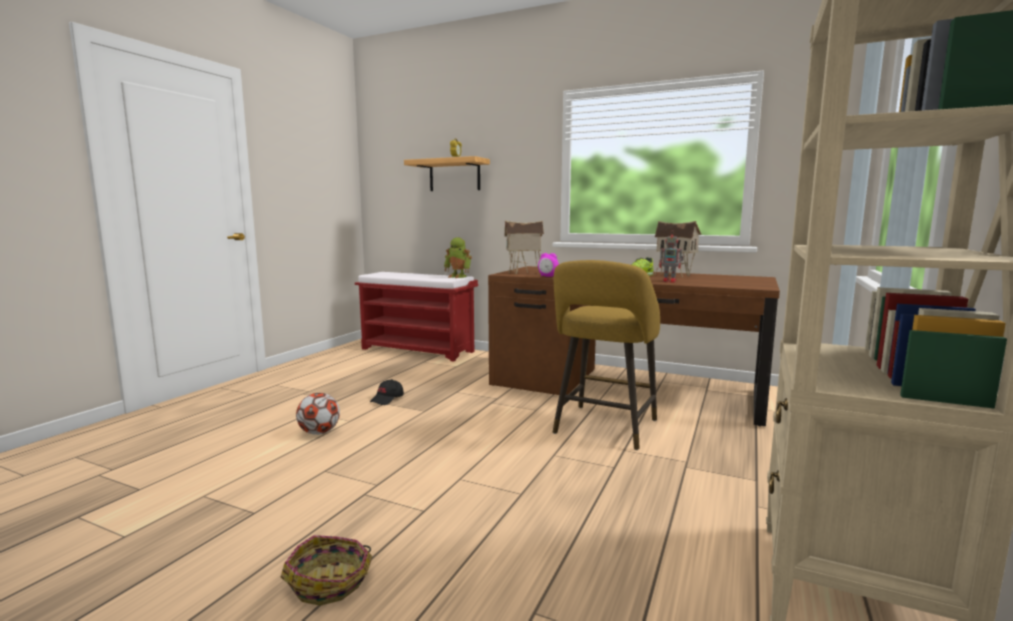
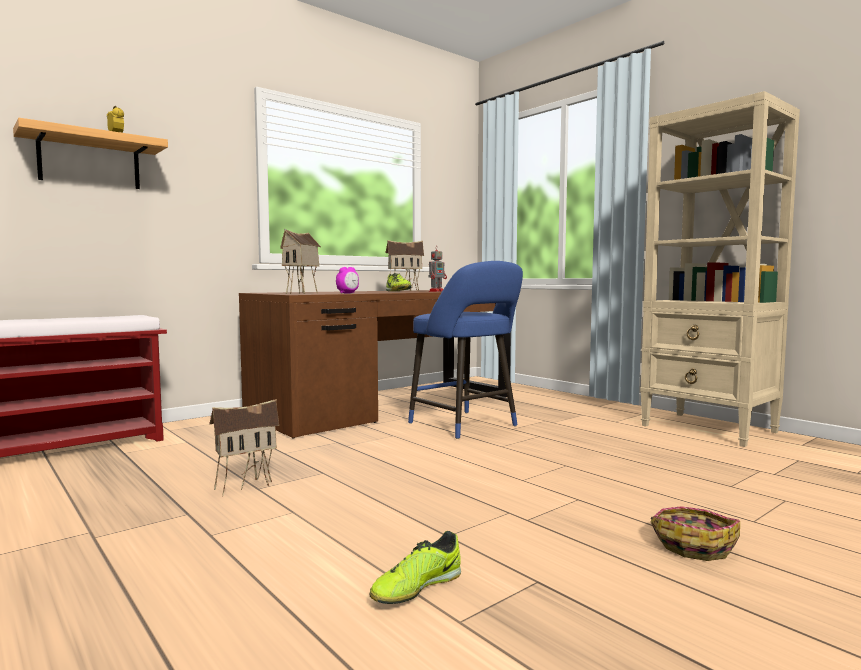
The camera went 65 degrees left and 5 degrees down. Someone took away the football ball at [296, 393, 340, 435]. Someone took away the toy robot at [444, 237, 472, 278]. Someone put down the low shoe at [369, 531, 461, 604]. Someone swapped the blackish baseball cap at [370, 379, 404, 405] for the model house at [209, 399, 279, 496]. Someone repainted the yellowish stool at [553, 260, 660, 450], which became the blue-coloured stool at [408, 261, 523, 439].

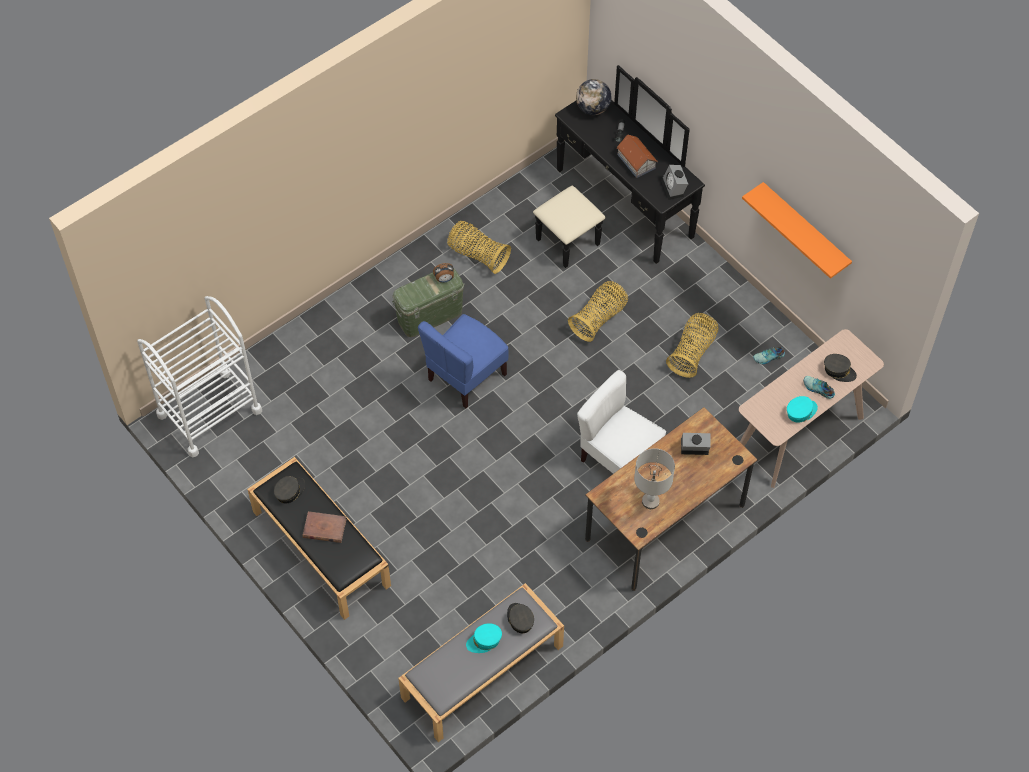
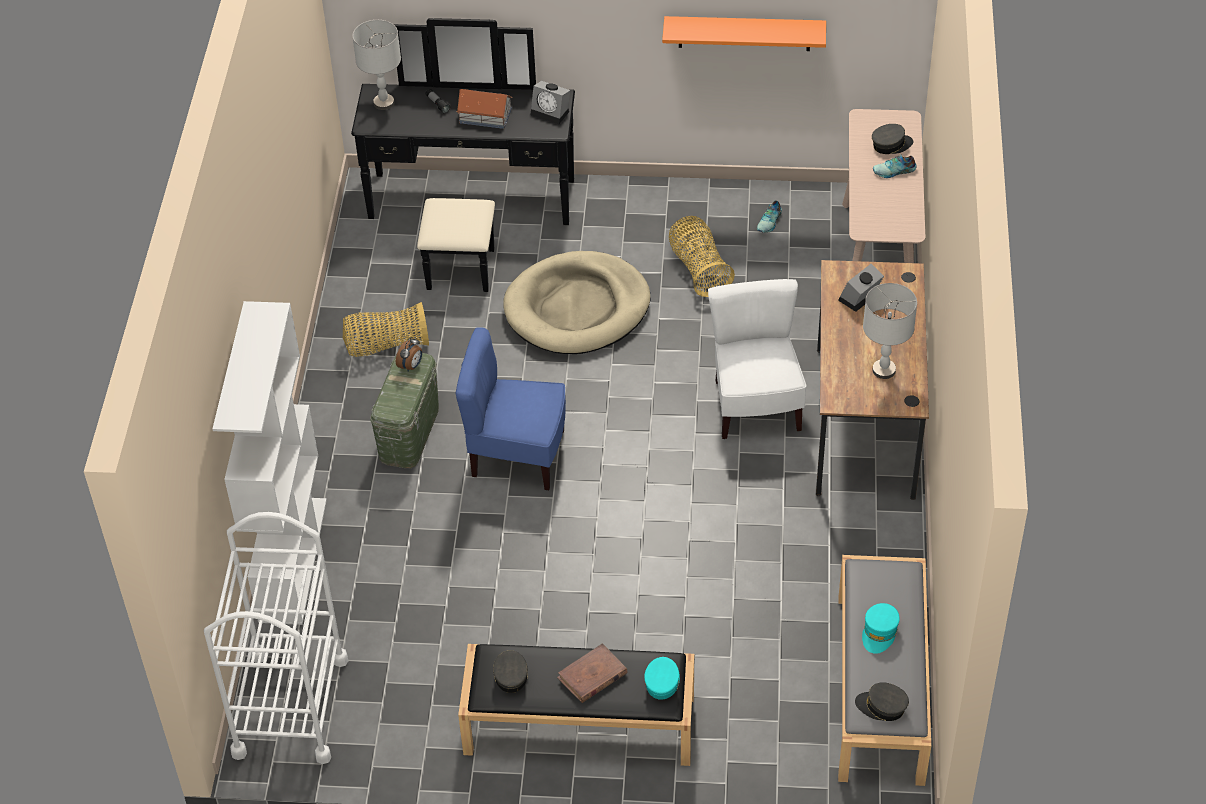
The camera went 45 degrees left and 10 degrees down. Someone put down the whitish bookshelf at [212, 301, 327, 625]. Someone carried the greyish baseball cap from [507, 603, 534, 633] to [855, 682, 909, 721]. Someone carried the turquoise-coloured baseball cap from [787, 396, 818, 422] to [644, 657, 680, 700]. Someone swapped the household basket at [568, 281, 628, 342] for the beige dog bed at [503, 251, 650, 354]. Someone swapped the desk globe at [576, 79, 611, 115] for the greyish tabletop lamp at [352, 20, 401, 110]. Someone rotated the blue-coloured upright chair at [418, 314, 509, 409] by 105 degrees clockwise. Someone rotated the whitish upright chair at [577, 370, 666, 474] by 90 degrees clockwise.

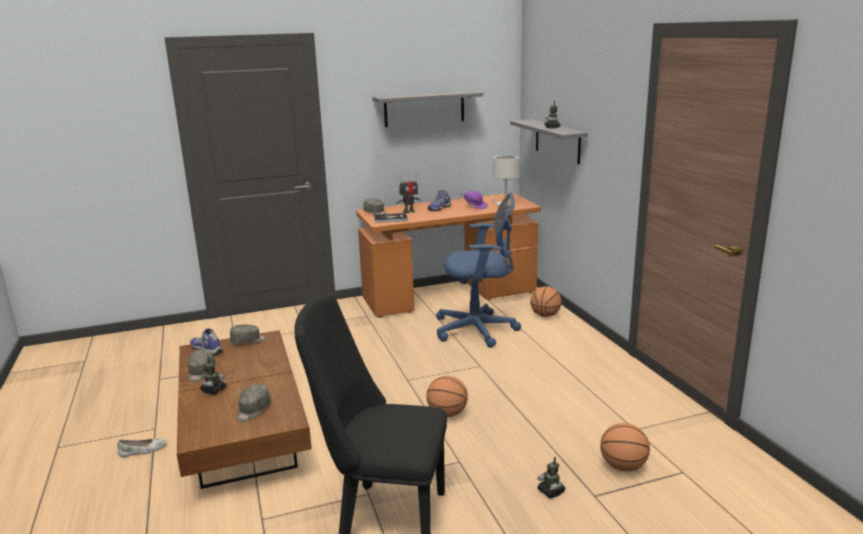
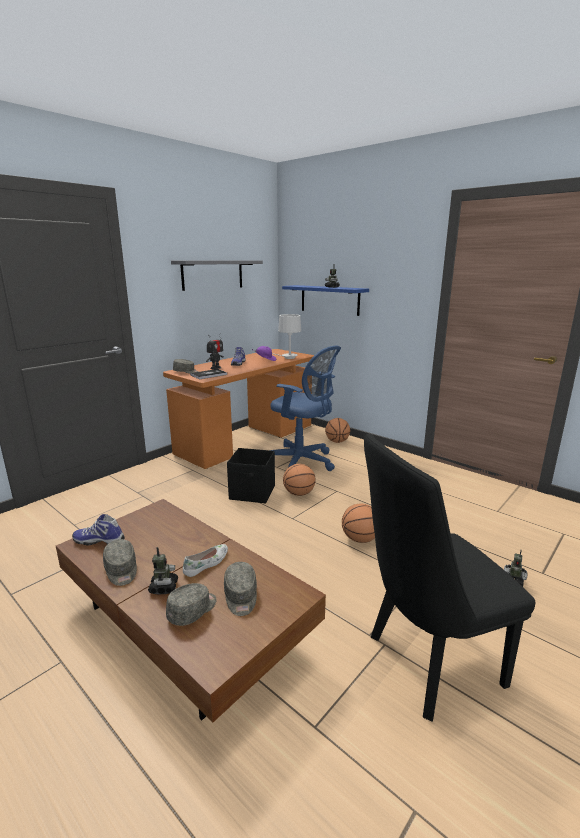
The camera went 30 degrees left and 0 degrees up. Someone put down the blackish storage bin at [227, 448, 275, 503]. Someone carried the whitish low shoe from [117, 438, 166, 457] to [183, 544, 228, 577]. Someone carried the greyish baseball cap from [230, 325, 267, 344] to [166, 583, 217, 626]. Someone carried the ball for basketball from [600, 423, 650, 472] to [283, 464, 316, 496]. Someone repainted the greyish shelf at [510, 119, 588, 165], which became the blue-coloured shelf at [282, 285, 369, 316]. Someone rotated the blue-coloured desk chair at [436, 193, 521, 348] by 60 degrees clockwise.

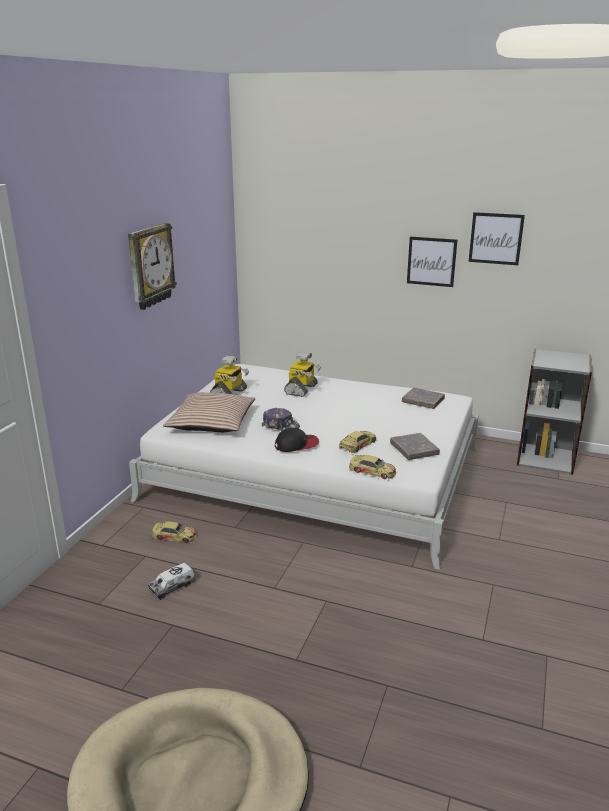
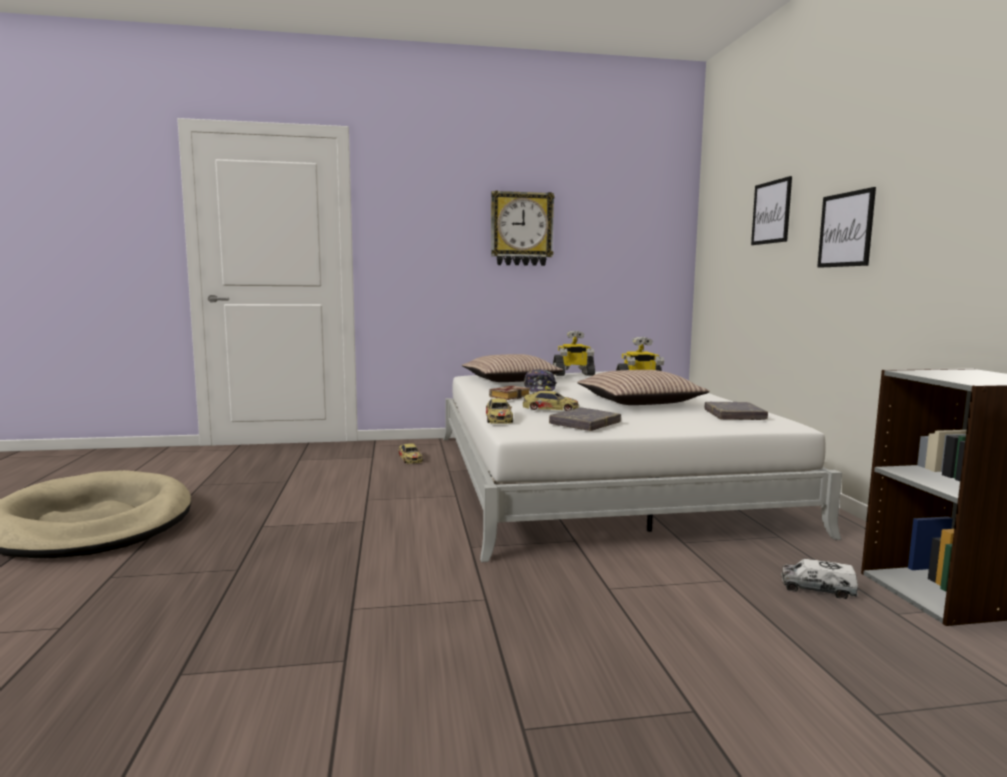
The camera went 60 degrees right and 15 degrees down. Someone put down the cushion at [577, 370, 710, 405]. Someone carried the toy truck from [148, 563, 195, 600] to [781, 559, 858, 599]. Someone carried the picture from [469, 212, 525, 265] to [751, 176, 792, 245]. Someone swapped the baseball cap at [275, 428, 319, 452] for the volume at [489, 386, 530, 400].

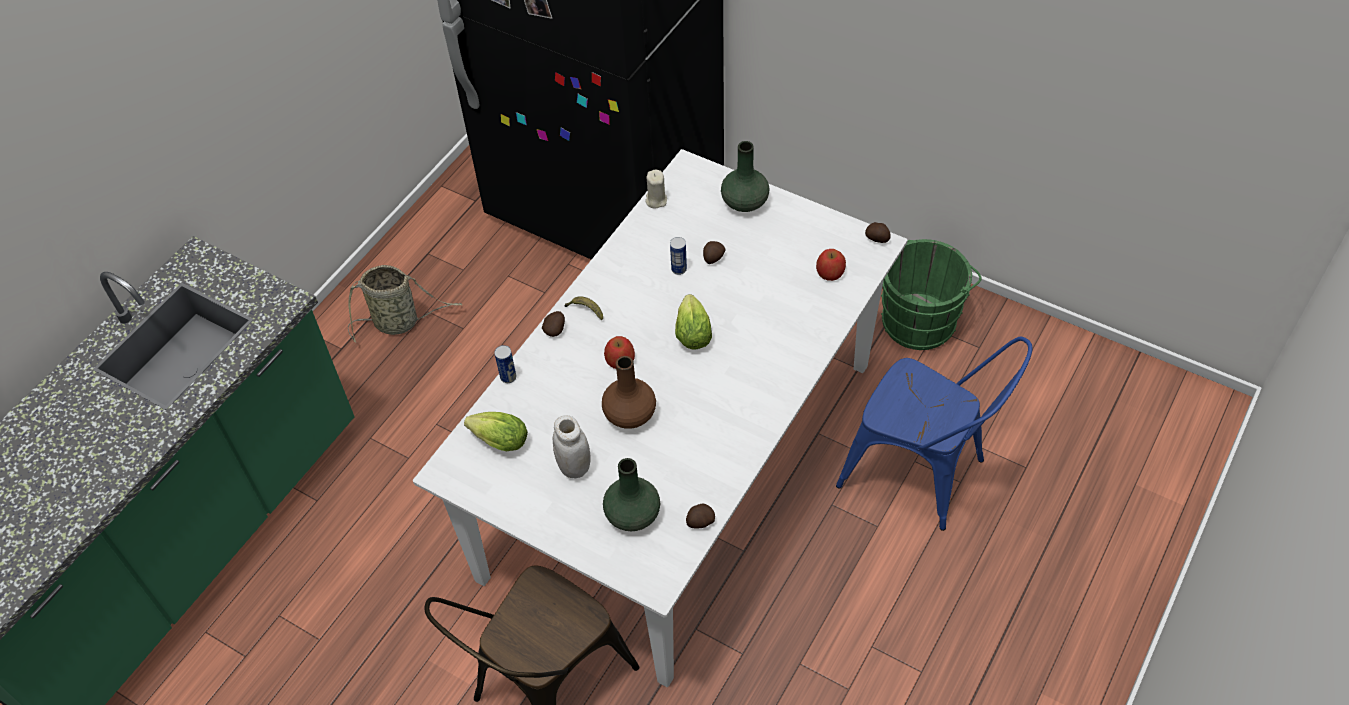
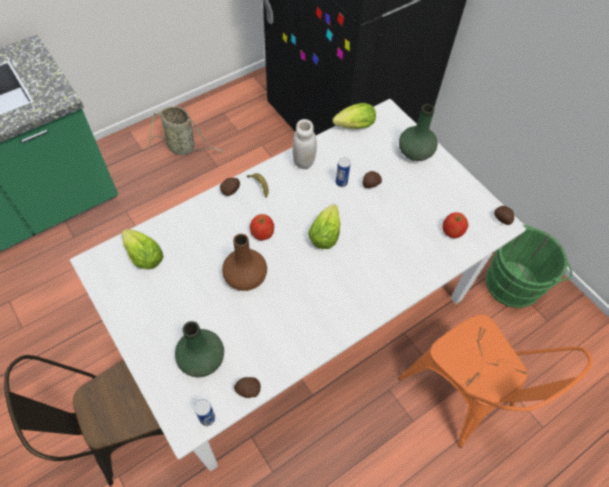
The camera went 20 degrees right and 5 degrees up. Someone carried the sealed can from [494, 345, 516, 383] to [194, 399, 215, 426]. Someone carried the whitish storage jar from [552, 415, 591, 478] to [292, 119, 317, 169]. Someone swapped the beige candle at [645, 170, 667, 209] for the lettuce at [333, 103, 376, 129]. Someone repainted the blue-coloured upright chair at [836, 337, 1033, 531], which became the orangey upright chair at [398, 314, 593, 448].

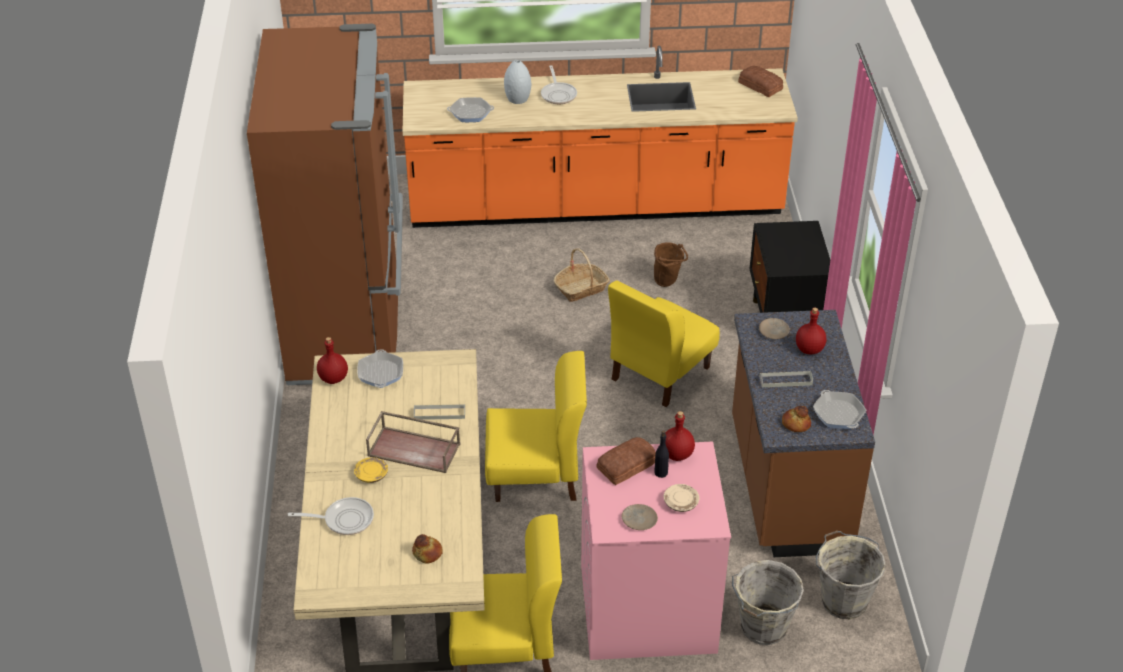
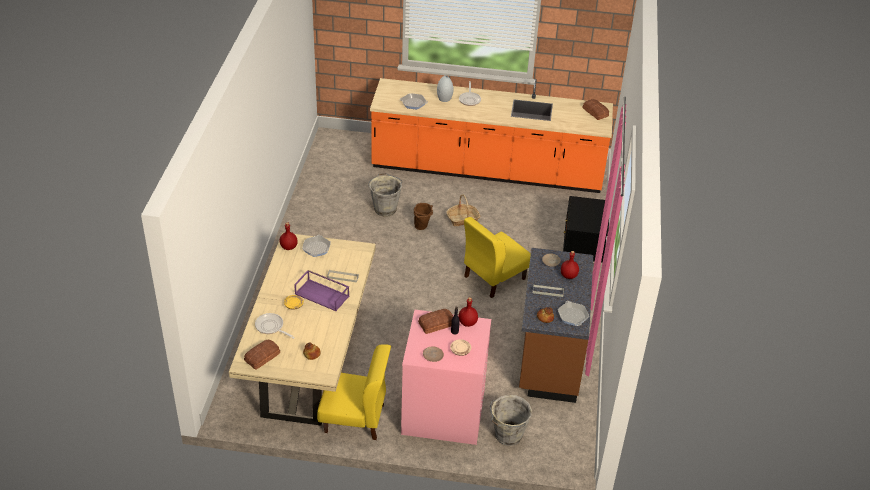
The camera went 10 degrees right and 0 degrees up. Someone took away the brown refrigerator at [247, 24, 403, 385]. Someone took away the yellowish upright chair at [485, 351, 587, 502]. Someone put down the baked bread at [244, 340, 280, 370]. Someone carried the brown water bucket from [654, 242, 688, 287] to [414, 203, 433, 230]. Someone carried the greyish water bucket from [816, 530, 886, 619] to [368, 173, 402, 217]. Someone repainted the brown tray at [366, 411, 460, 473], which became the purple-coloured tray at [294, 270, 349, 311]. Someone rotated the skillet at [288, 497, 374, 535] by 150 degrees counterclockwise.

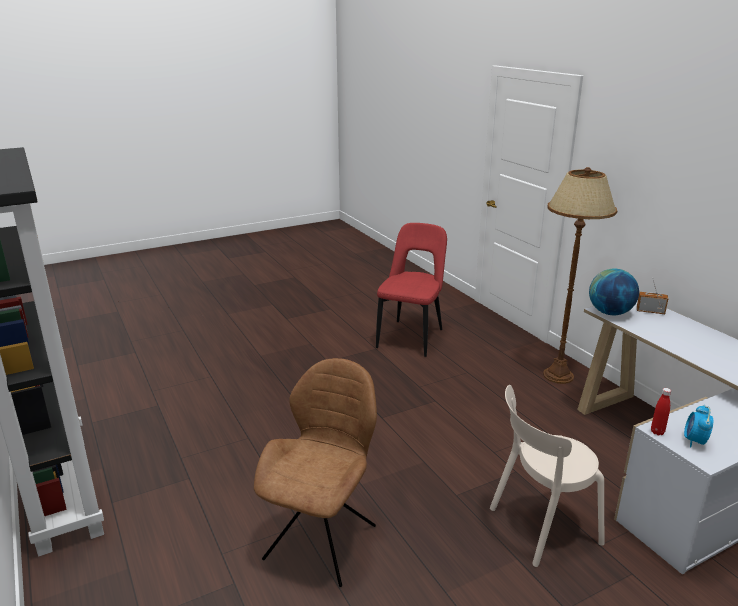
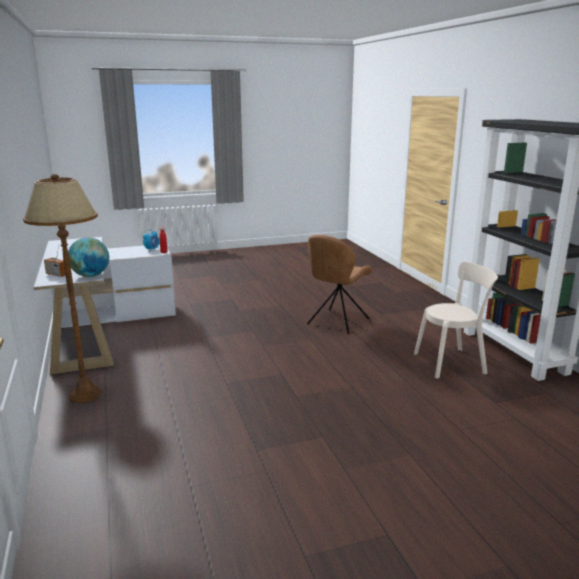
The camera went 170 degrees left and 5 degrees down. Someone took away the red upright chair at [376, 223, 447, 357]. Someone carried the beige upright chair from [490, 385, 604, 567] to [414, 262, 498, 379].

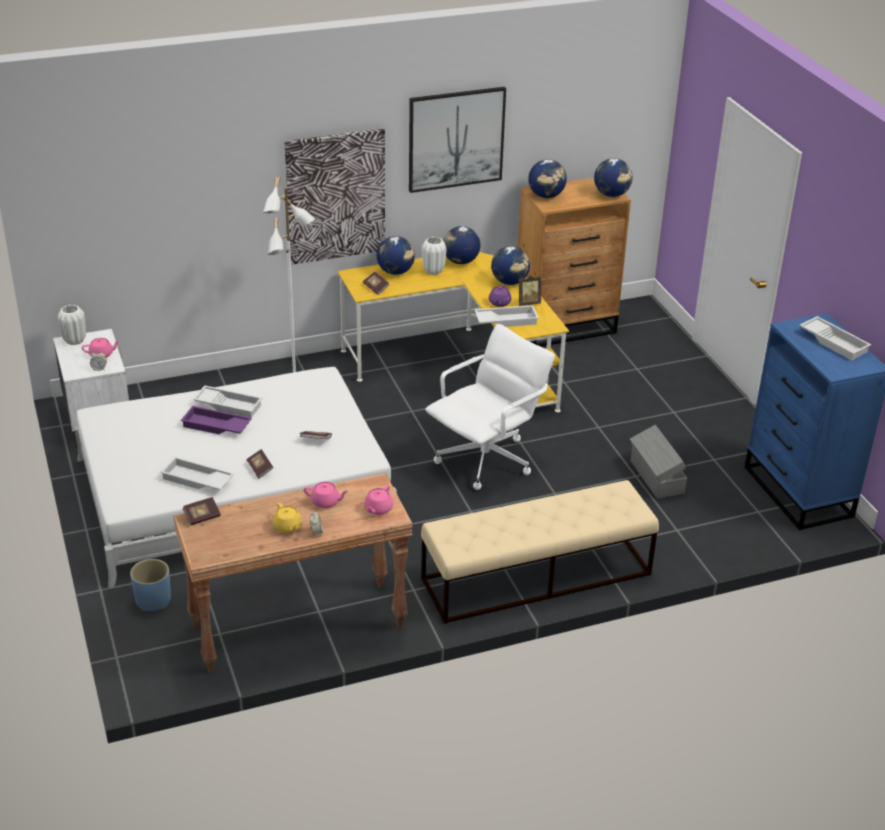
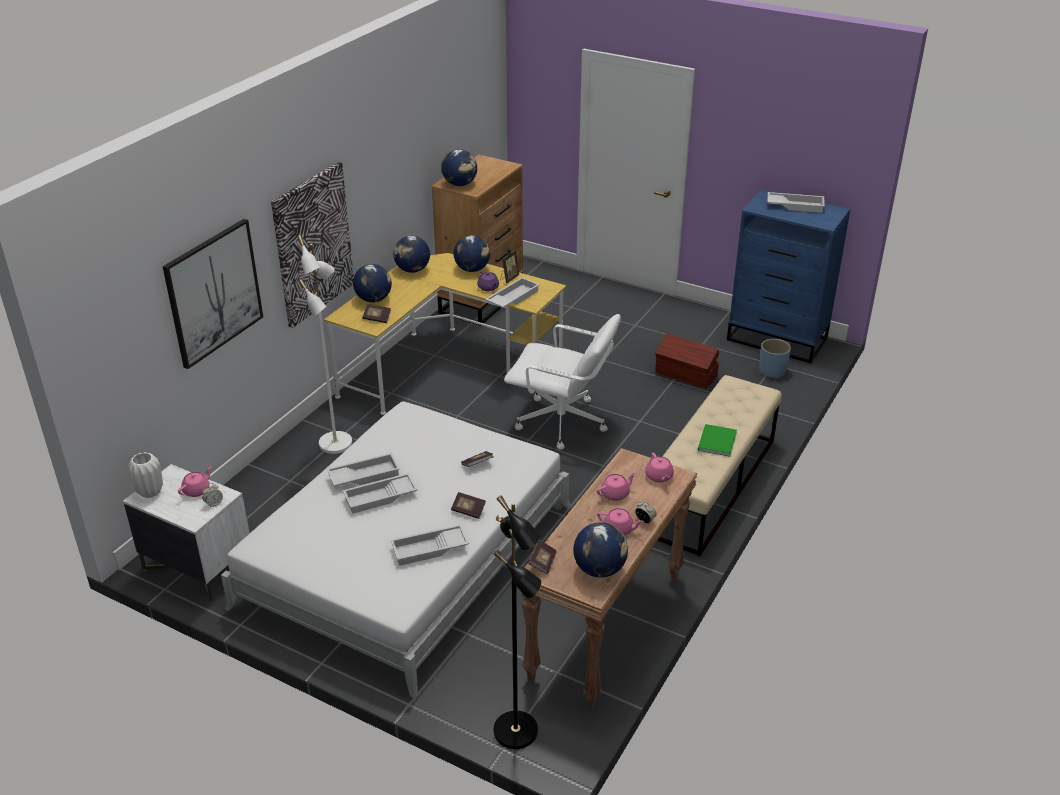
The camera went 40 degrees left and 0 degrees up. Someone took away the whitish vase at [422, 237, 447, 275]. Someone put down the blackish standing lamp at [494, 495, 541, 749]. Someone put down the green-coloured volume at [698, 424, 737, 457]. Someone carried the blue-coloured planter from [130, 559, 171, 611] to [759, 339, 791, 379]. Someone carried the picture from [409, 87, 506, 193] to [163, 219, 263, 369]. Someone carried the desk globe from [594, 158, 632, 197] to [573, 522, 628, 578]. Someone repainted the purple-coloured tray at [181, 406, 252, 434], which became the whitish tray at [343, 473, 418, 514]. Someone repainted the yellowish teapot at [273, 503, 302, 533], which became the pink-coloured teapot at [597, 508, 644, 535]. Someone repainted the greyish storage bin at [630, 425, 687, 499], which became the brown storage bin at [655, 333, 719, 389]. Someone rotated the whitish desk chair at [425, 324, 555, 490] by 105 degrees clockwise.

